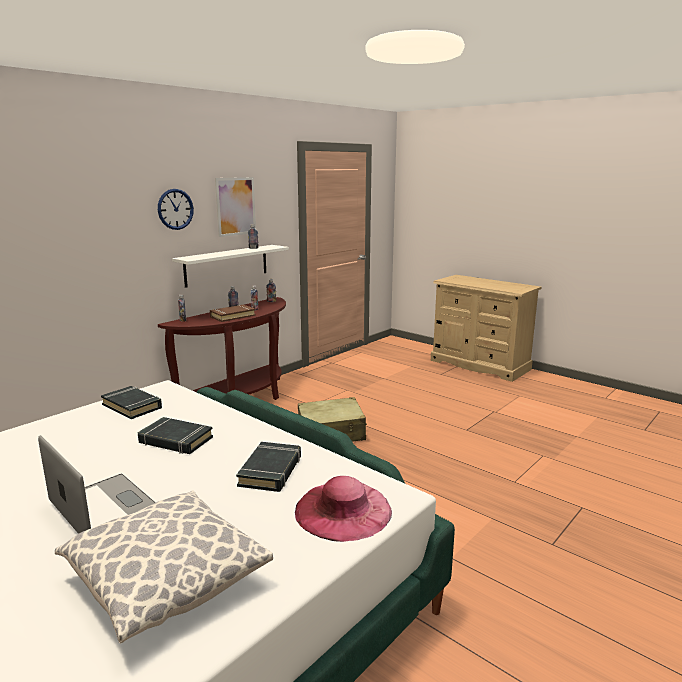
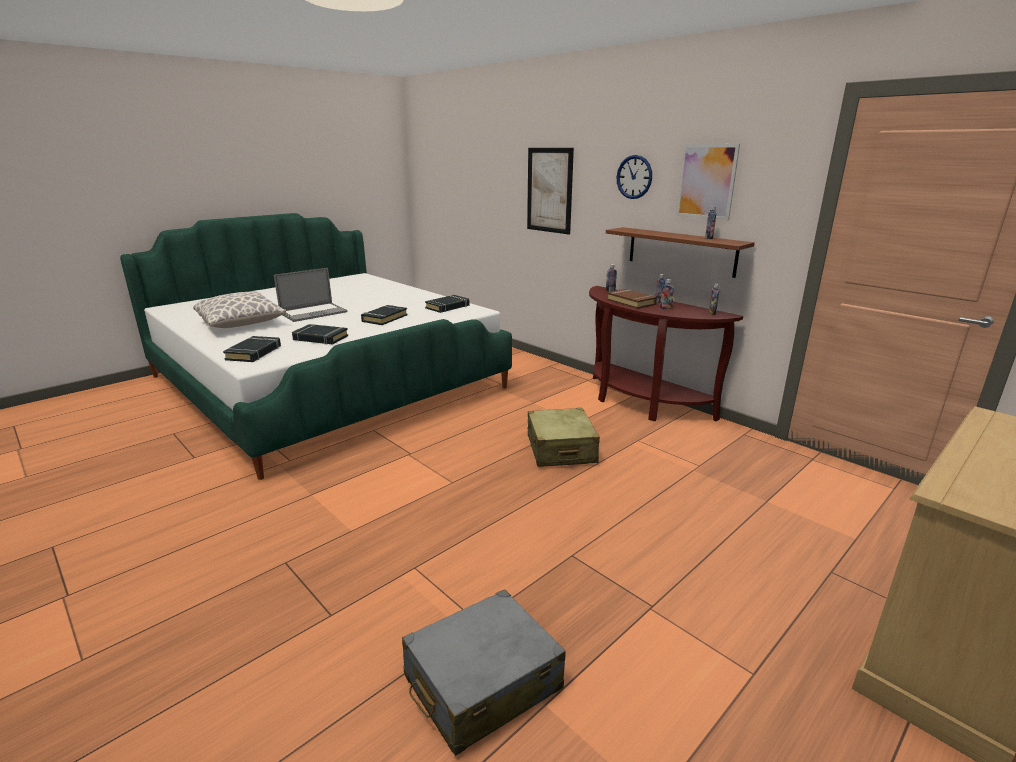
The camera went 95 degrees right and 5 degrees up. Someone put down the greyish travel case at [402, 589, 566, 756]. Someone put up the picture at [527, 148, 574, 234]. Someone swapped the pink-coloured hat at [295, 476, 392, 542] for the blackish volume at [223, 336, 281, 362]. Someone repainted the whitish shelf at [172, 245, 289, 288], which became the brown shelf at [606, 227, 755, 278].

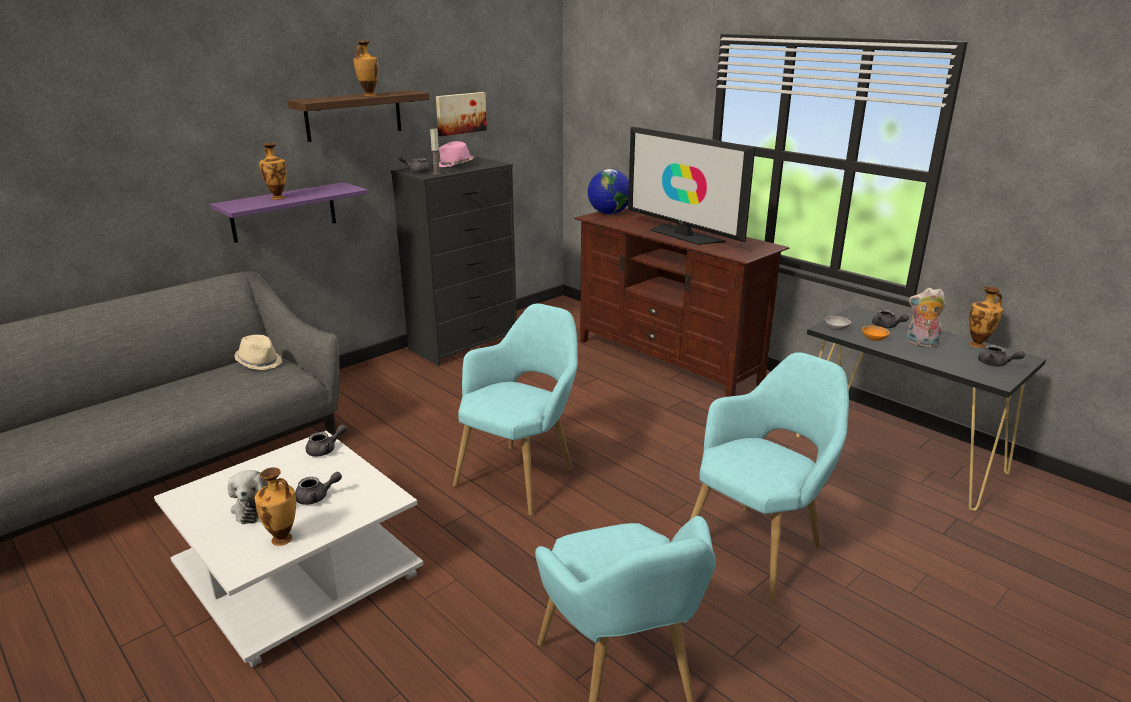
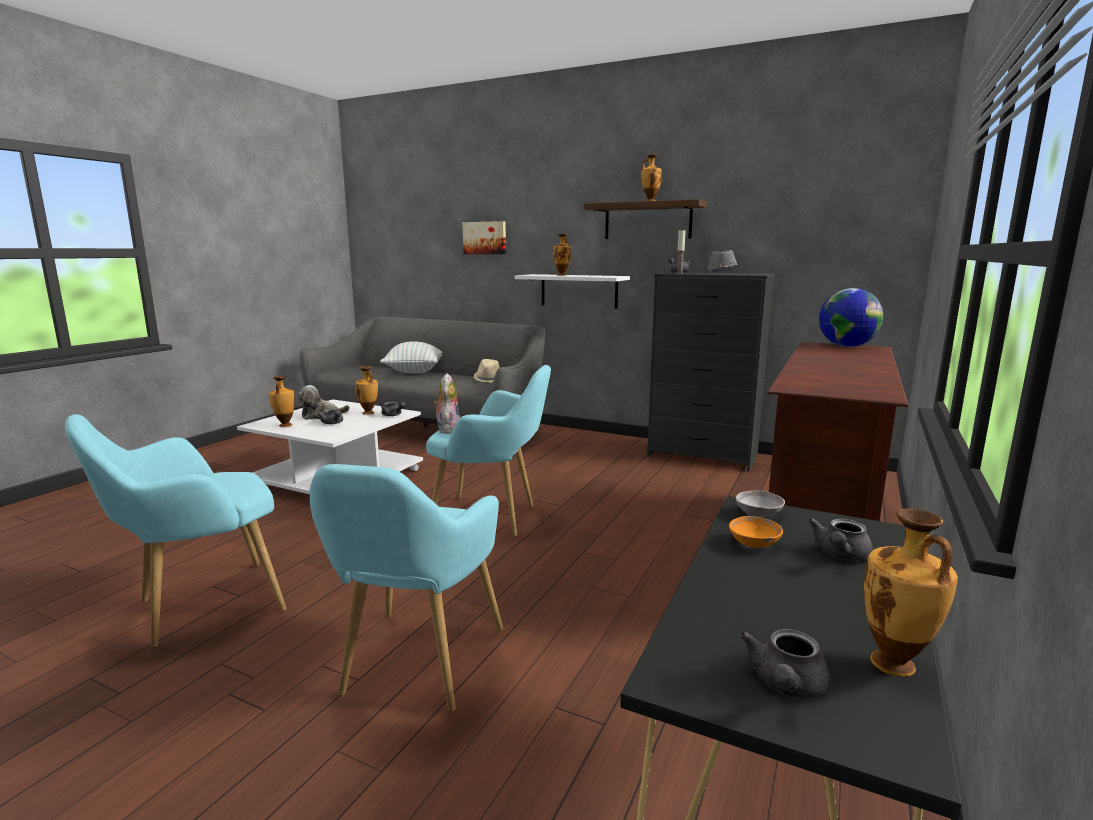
The camera went 70 degrees right and 10 degrees down. Someone took away the television at [628, 127, 755, 245]. Someone put down the vase at [355, 366, 378, 415]. Someone put down the cushion at [380, 341, 442, 374]. Someone carried the picture from [436, 92, 487, 136] to [462, 221, 506, 254]. Someone carried the soft toy from [907, 288, 946, 348] to [433, 373, 460, 434]. Someone repainted the purple-coloured shelf at [210, 182, 368, 243], which became the whitish shelf at [514, 274, 630, 309]. Someone repainted the pink-coloured hat at [439, 141, 474, 167], which became the greyish hat at [704, 250, 740, 273]. Someone rotated the turquoise-coloured armchair at [690, 352, 849, 602] by 75 degrees clockwise.

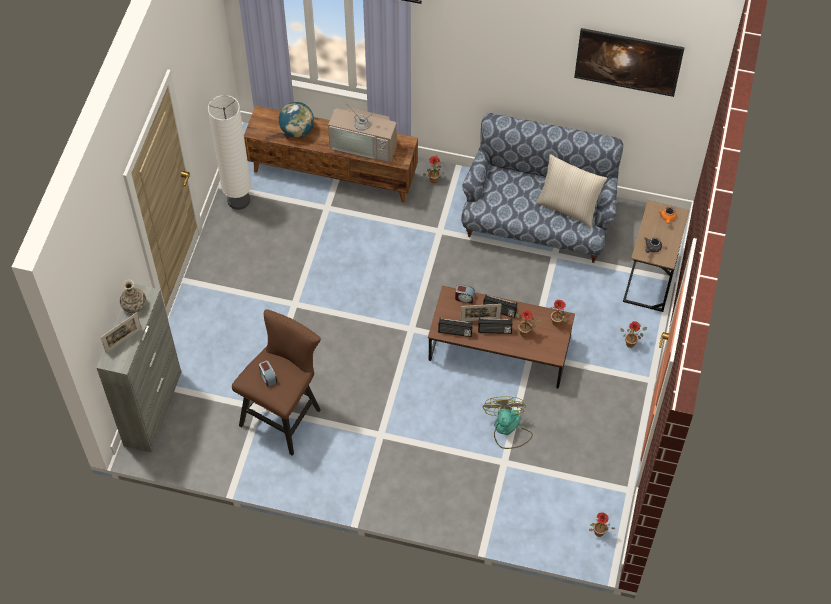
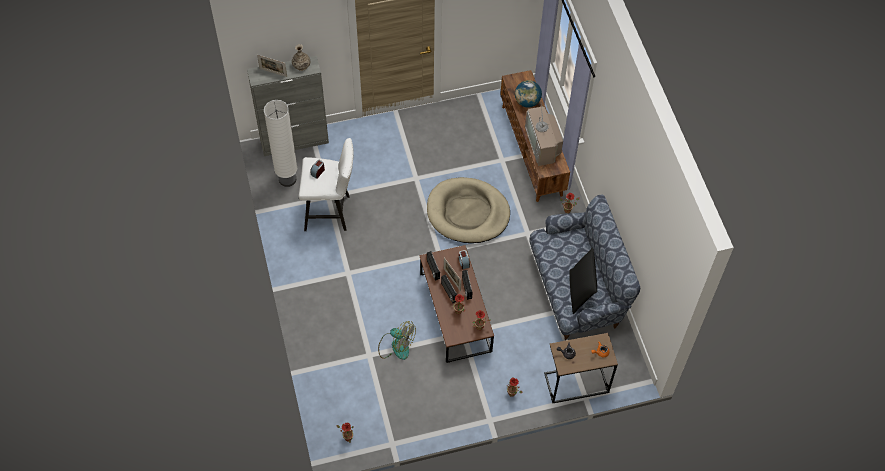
The camera went 60 degrees right and 0 degrees up. Someone took away the picture at [574, 28, 685, 97]. Someone put down the beige dog bed at [427, 177, 510, 243]. Someone carried the whitish standing lamp from [208, 95, 251, 210] to [264, 100, 297, 187]. Someone repainted the brown stool at [232, 309, 321, 456], which became the whitish stool at [299, 138, 354, 231]. Someone repainted the beige cushion at [536, 154, 607, 227], which became the blackish cushion at [569, 247, 597, 314]. Someone rotated the fan at [483, 396, 533, 449] by 60 degrees clockwise.

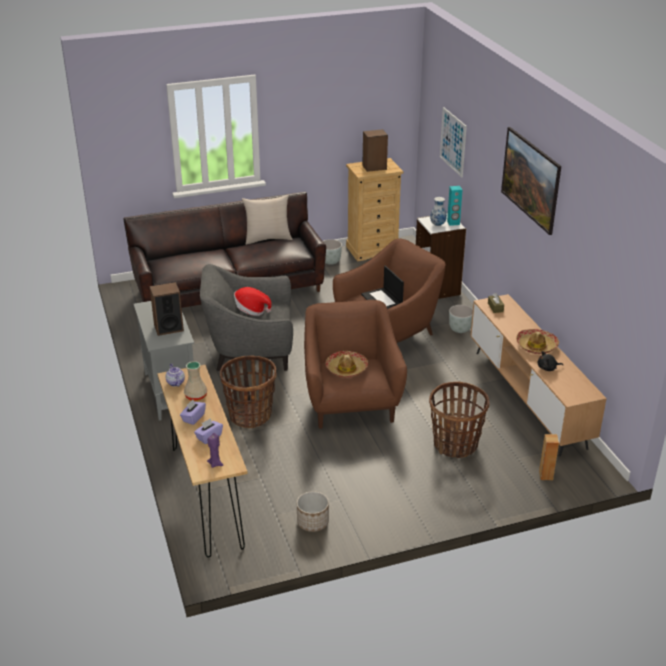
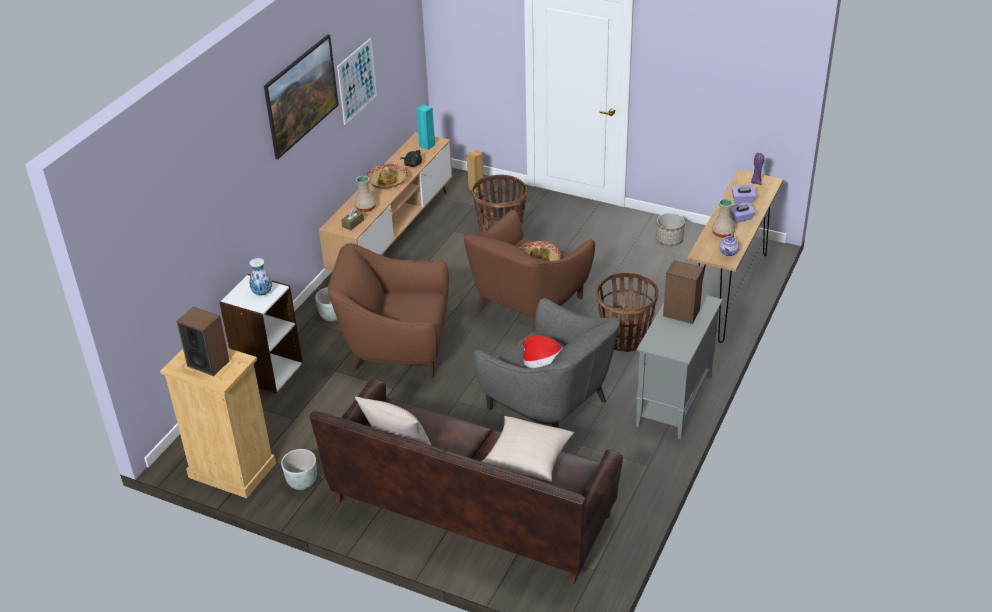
The camera went 135 degrees left and 5 degrees up. Someone took away the portable computer at [361, 266, 404, 309]. Someone put down the beige vase at [355, 176, 376, 212]. Someone put down the beige cushion at [481, 416, 574, 482]. Someone carried the picture from [440, 107, 467, 177] to [337, 38, 377, 125]. Someone carried the turquoise-coloured audio speaker from [447, 186, 463, 226] to [417, 104, 435, 150].

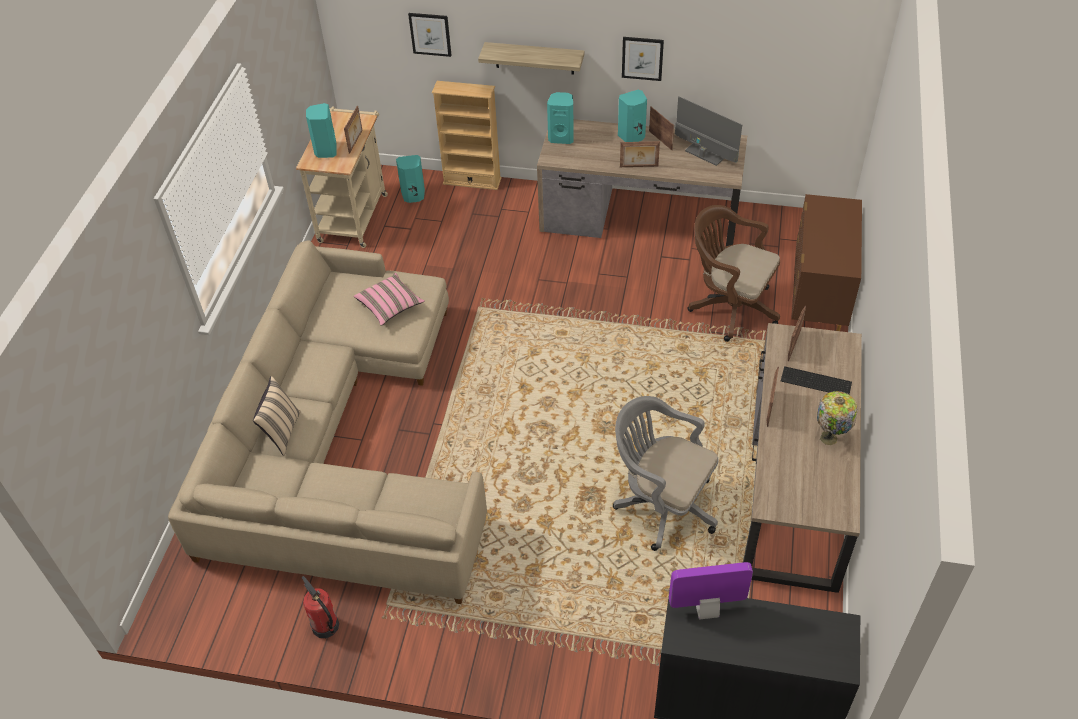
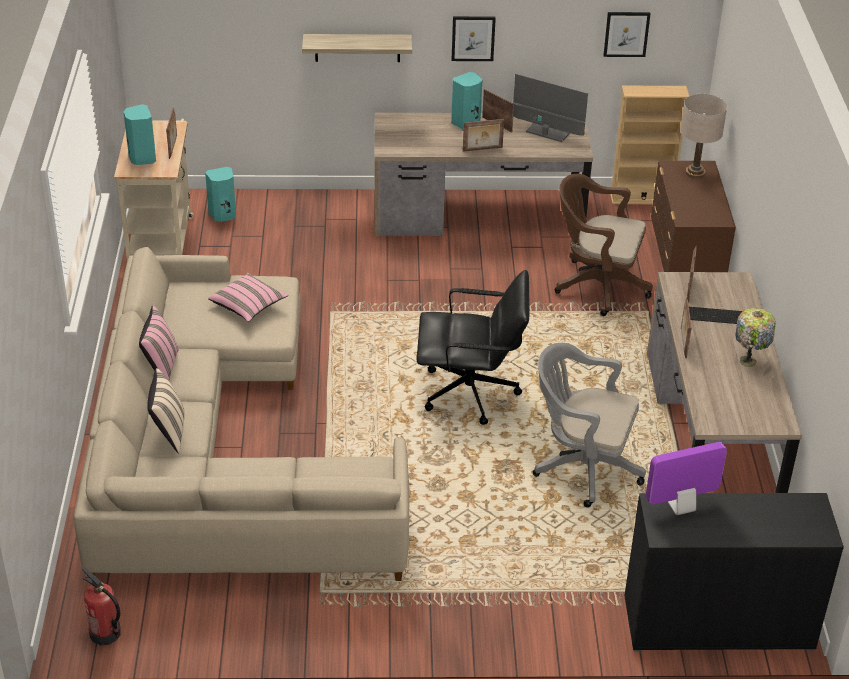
The camera went 15 degrees left and 10 degrees down. Someone took away the turquoise-coloured audio speaker at [547, 92, 574, 144]. Someone put down the pink-coloured cushion at [139, 306, 178, 380]. Someone put down the blackish desk chair at [417, 270, 529, 425]. Someone put down the beige tabletop lamp at [680, 94, 727, 179]. Someone carried the extinguisher from [301, 576, 339, 638] to [82, 567, 121, 645]. Someone carried the picture from [408, 13, 452, 57] to [603, 12, 651, 57]. Someone carried the beige bookshelf from [432, 81, 501, 190] to [610, 86, 689, 204].

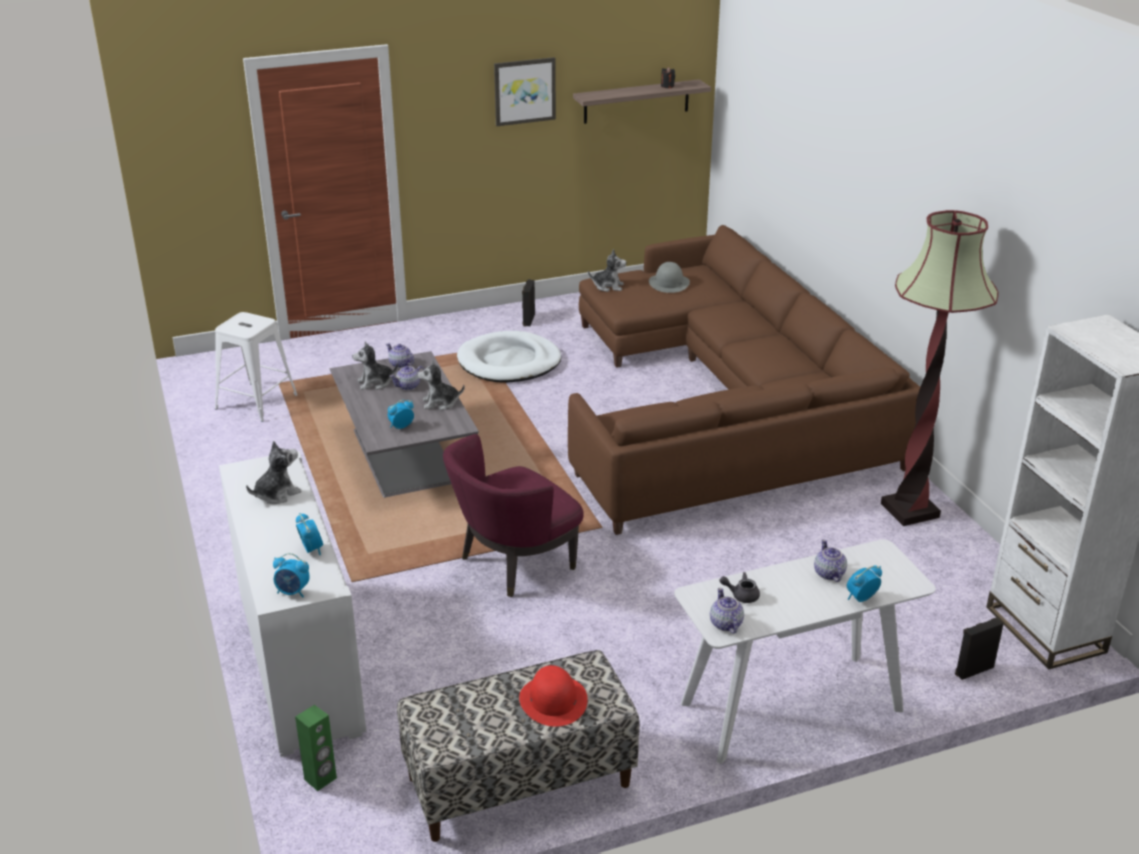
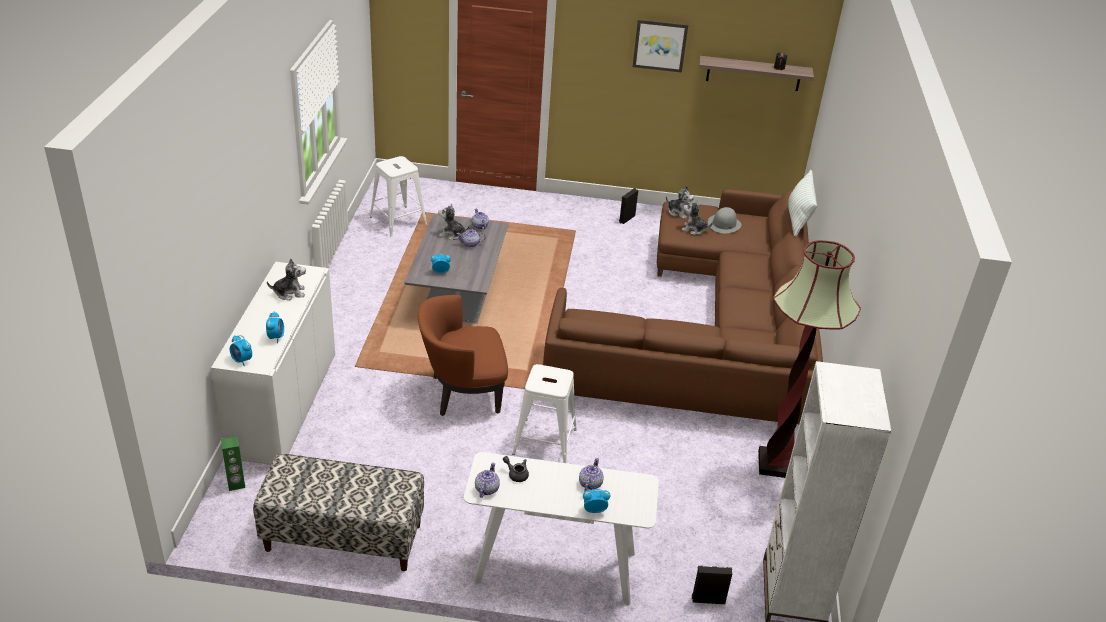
The camera went 25 degrees right and 5 degrees up. Someone took away the whitish dog bed at [457, 331, 561, 383]. Someone took away the red hat at [519, 665, 588, 727]. Someone put down the whitish stool at [512, 364, 577, 463]. Someone put down the cushion at [788, 170, 817, 237]. Someone carried the soft toy from [417, 360, 465, 410] to [681, 200, 713, 235]. Someone repainted the purple-coloured armchair at [443, 434, 584, 597], which became the brown armchair at [418, 295, 508, 416].

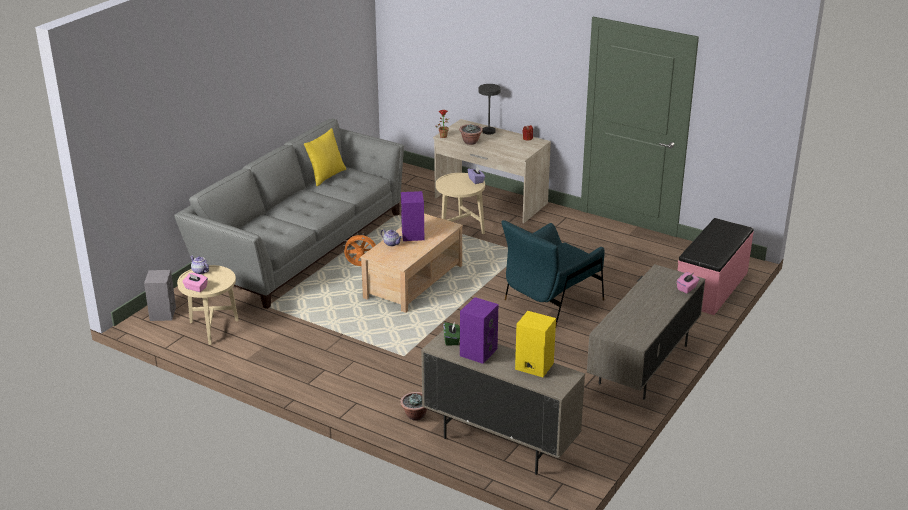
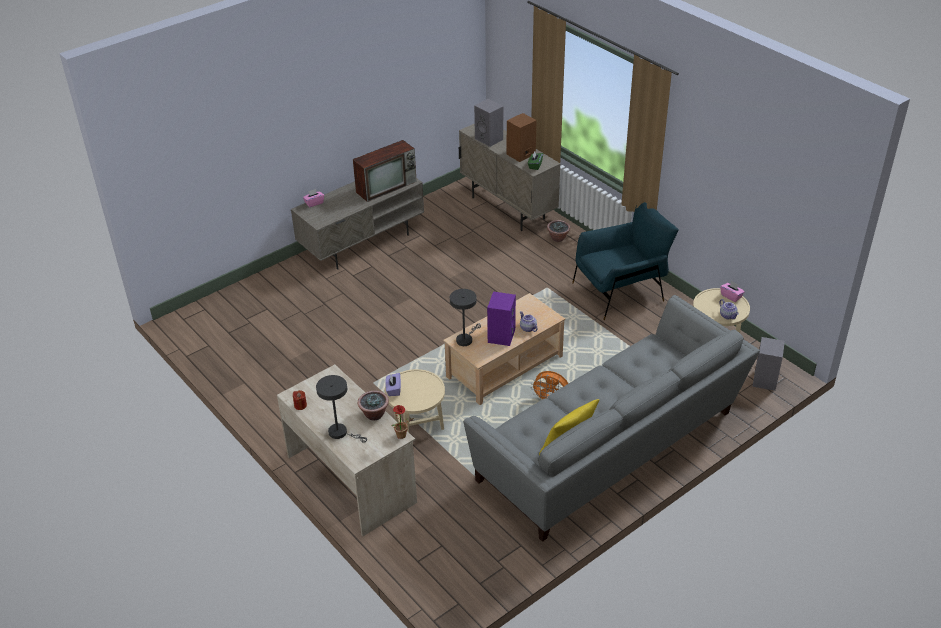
The camera went 160 degrees left and 10 degrees up. Someone took away the pink-coloured long seat at [677, 218, 754, 315]. Someone put down the television at [353, 140, 417, 202]. Someone put down the greyish tabletop lamp at [450, 289, 481, 346]. Someone carried the blue-coloured armchair from [502, 220, 605, 326] to [572, 202, 679, 320]. Someone repainted the purple-coloured audio speaker at [460, 297, 498, 364], which became the brown audio speaker at [507, 113, 537, 162]. Someone repainted the yellowish audio speaker at [515, 311, 556, 377], which became the greyish audio speaker at [474, 99, 503, 147].

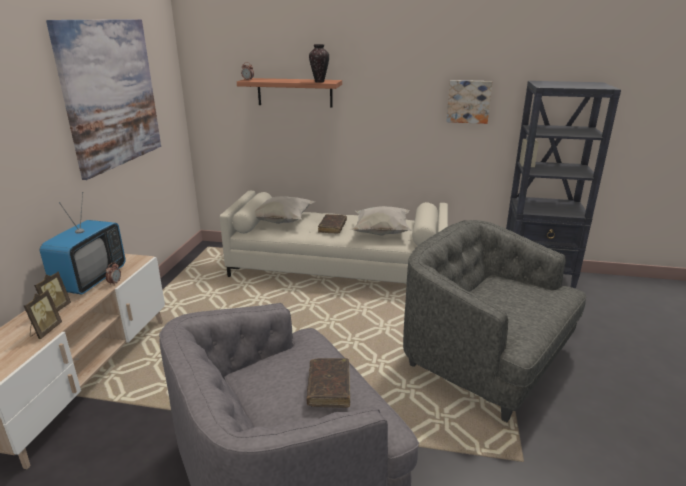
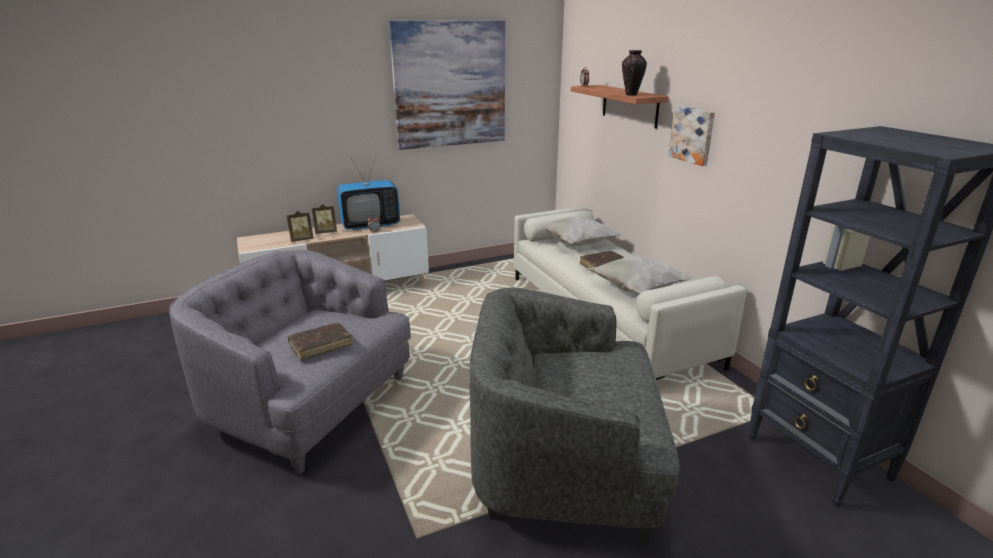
The camera went 55 degrees right and 0 degrees up. Someone carried the picture from [446, 80, 492, 124] to [668, 106, 715, 166]. Someone rotated the greyish armchair at [403, 220, 586, 422] by 90 degrees counterclockwise.

